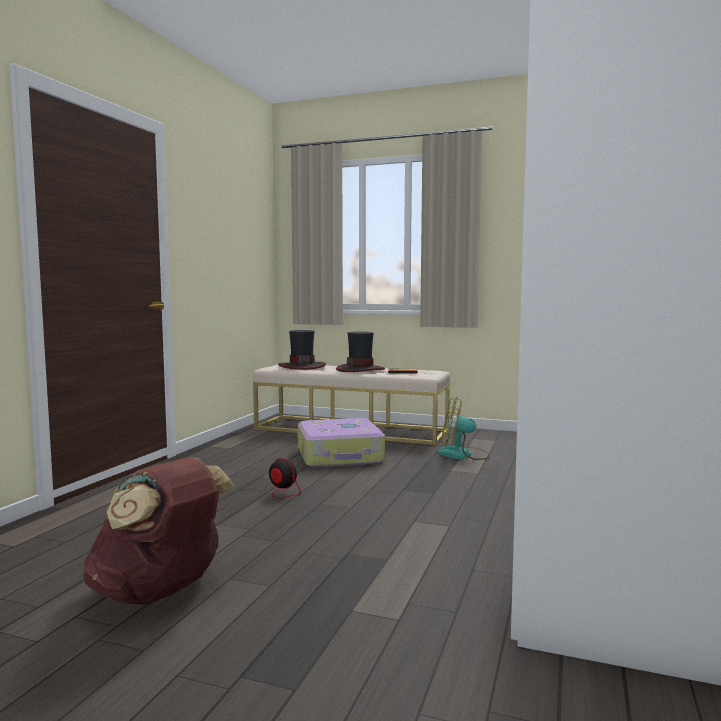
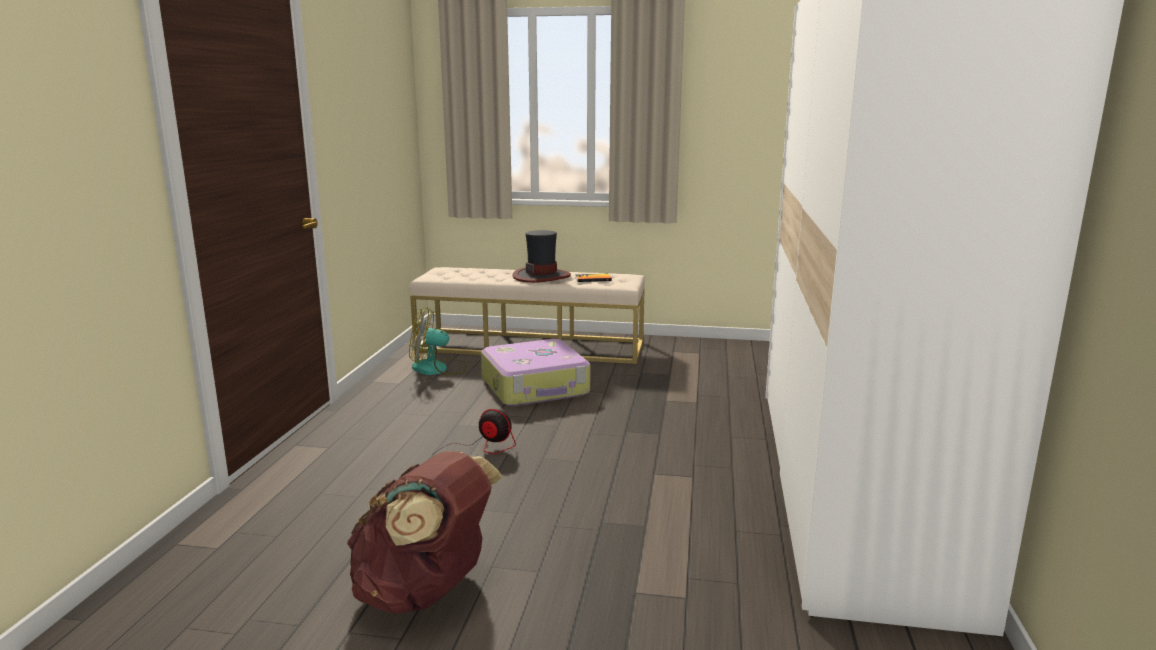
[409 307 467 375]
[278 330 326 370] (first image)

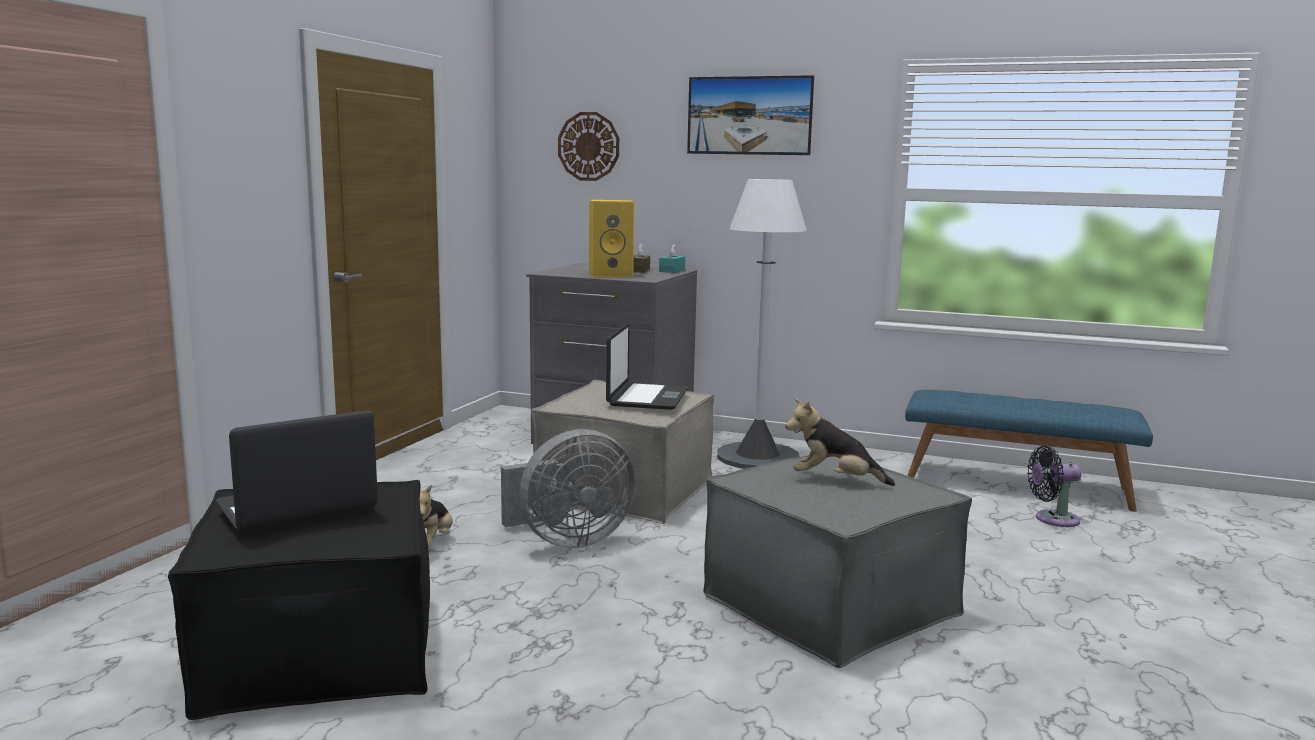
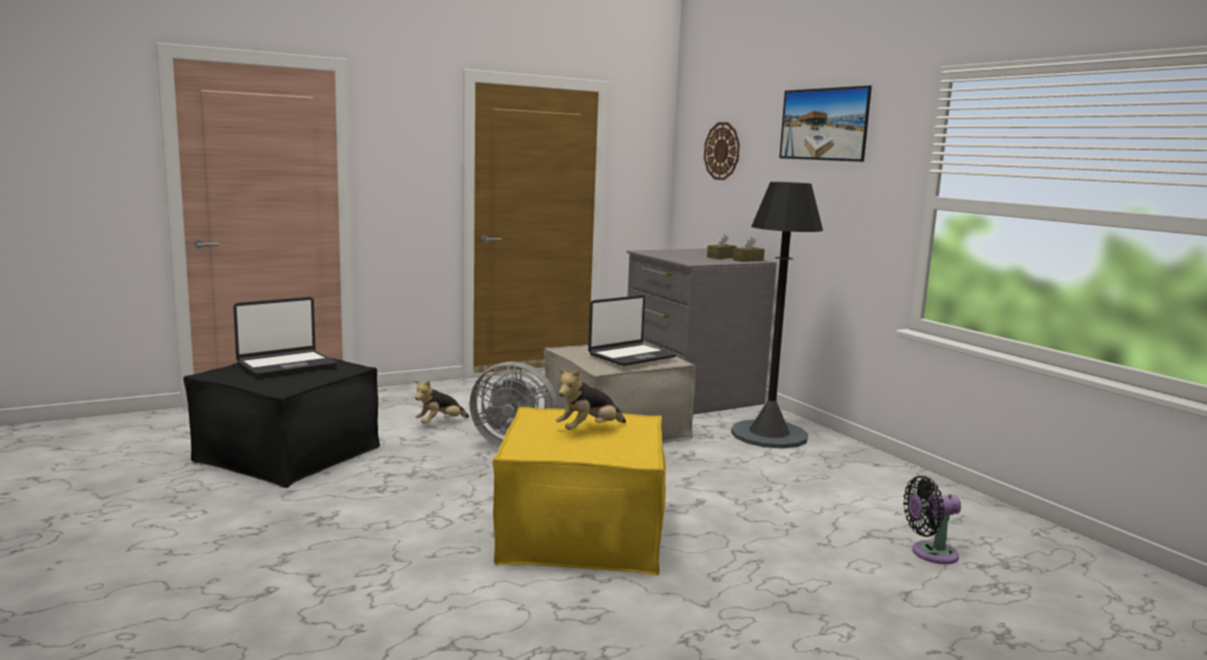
[233 297 337 376]
[493 407 666 575]
[556 369 626 430]
[731 182 823 449]
[733 237 765 262]
[903 476 961 564]
[589 200 634 277] (first image)
[905 390 1153 512] (first image)

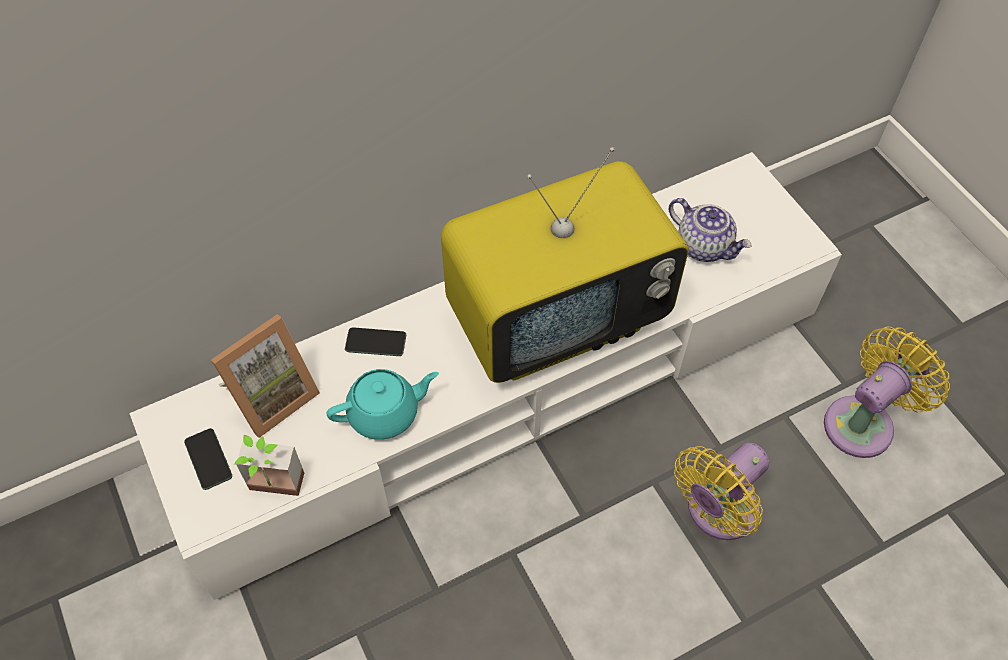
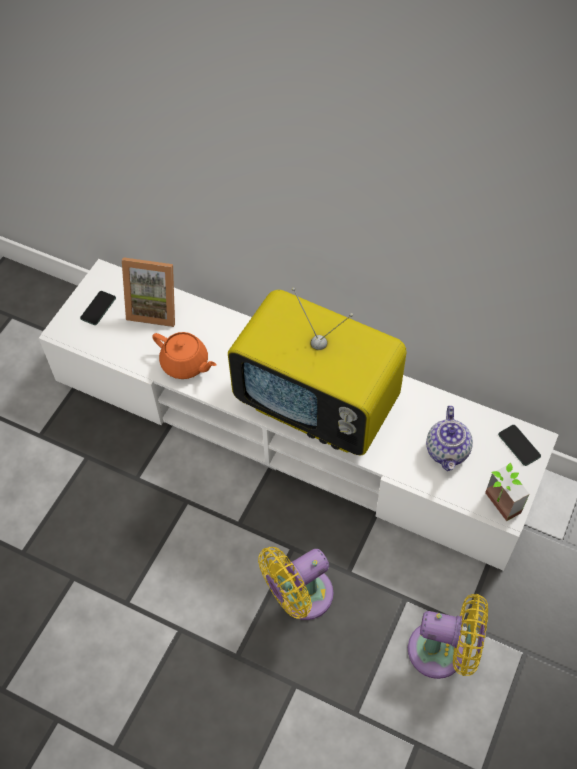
[152 332 217 379]
[258 547 333 620]
[485 463 529 521]
[498 425 541 466]

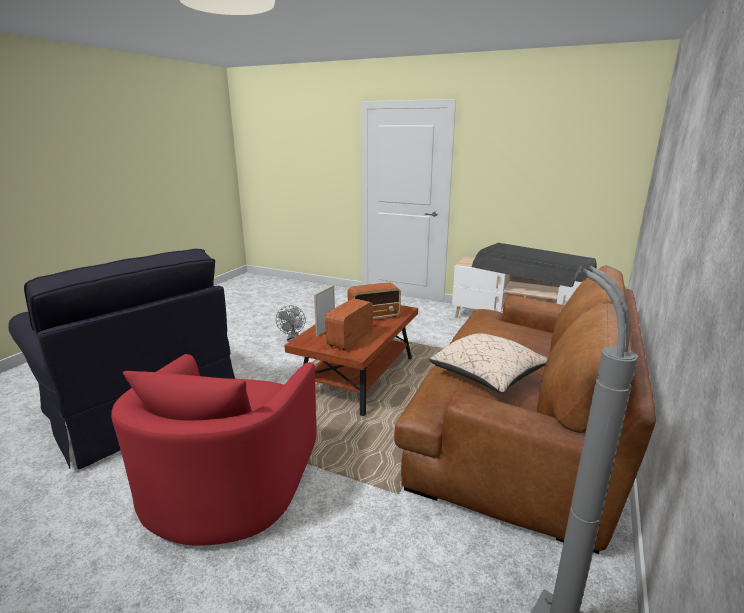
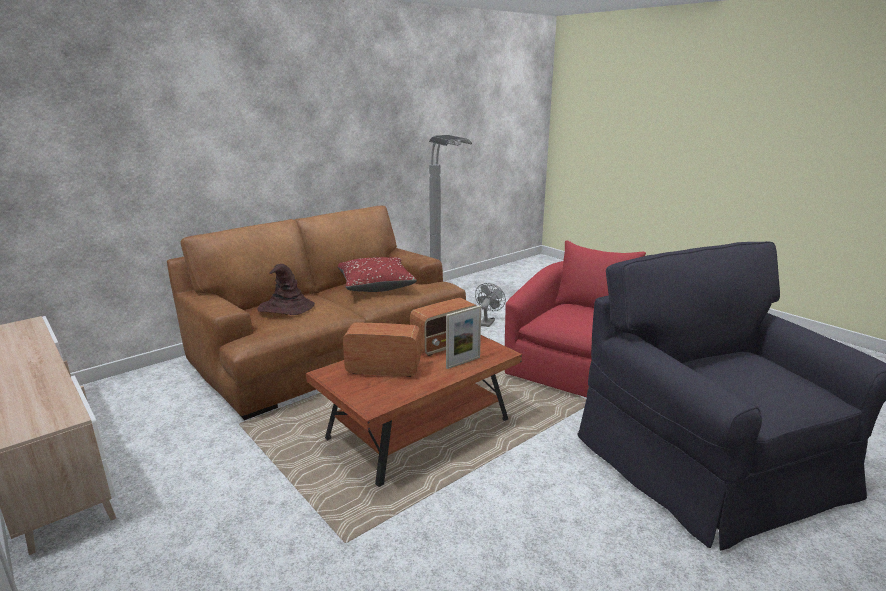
[257 264 315 315]
[338 257 417 292]
[475 283 506 327]

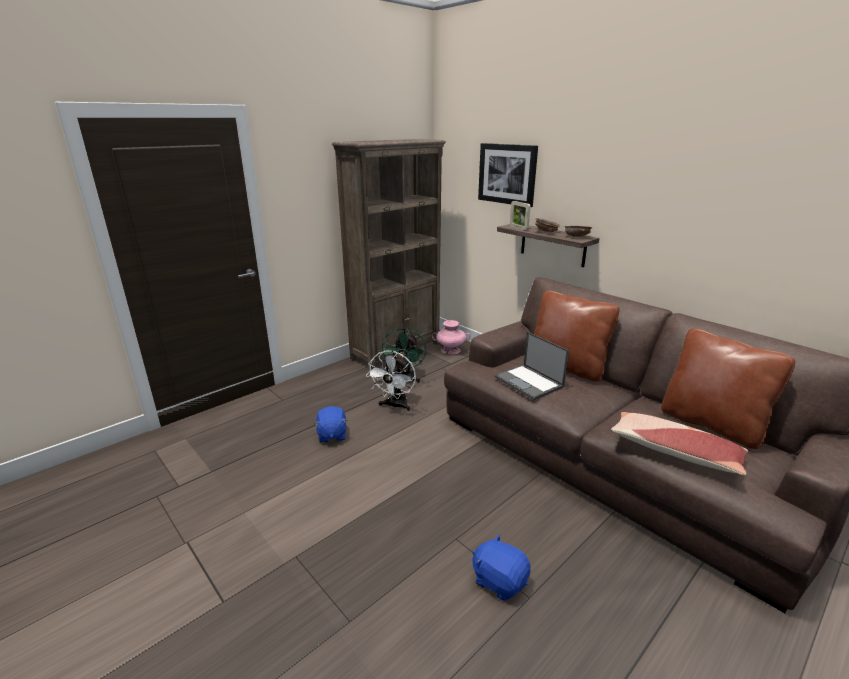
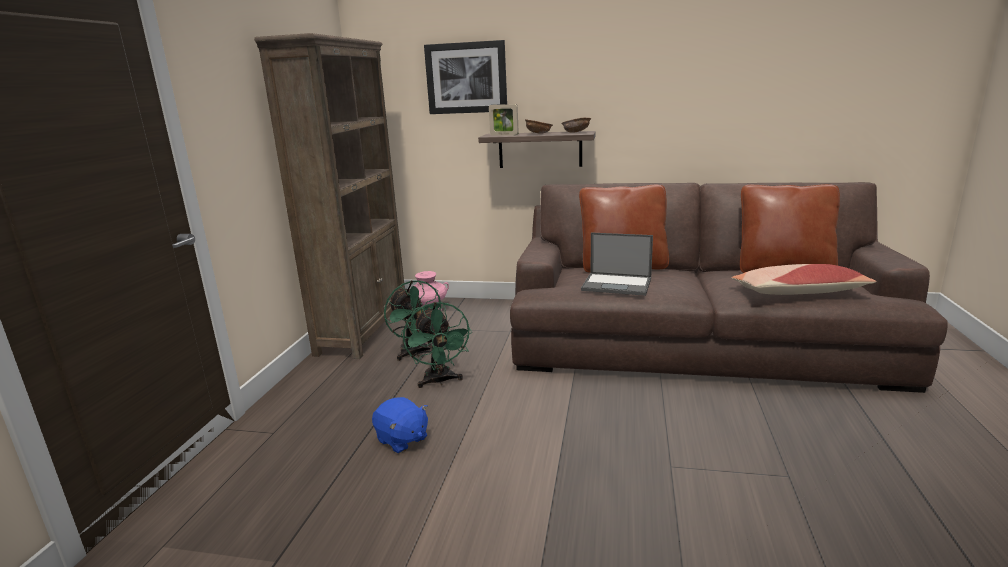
[403 302 472 388]
[472 534 531 601] (first image)

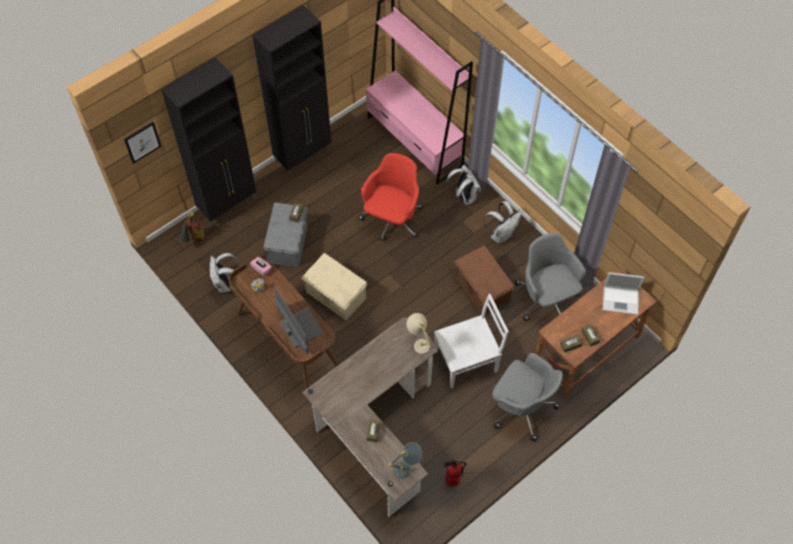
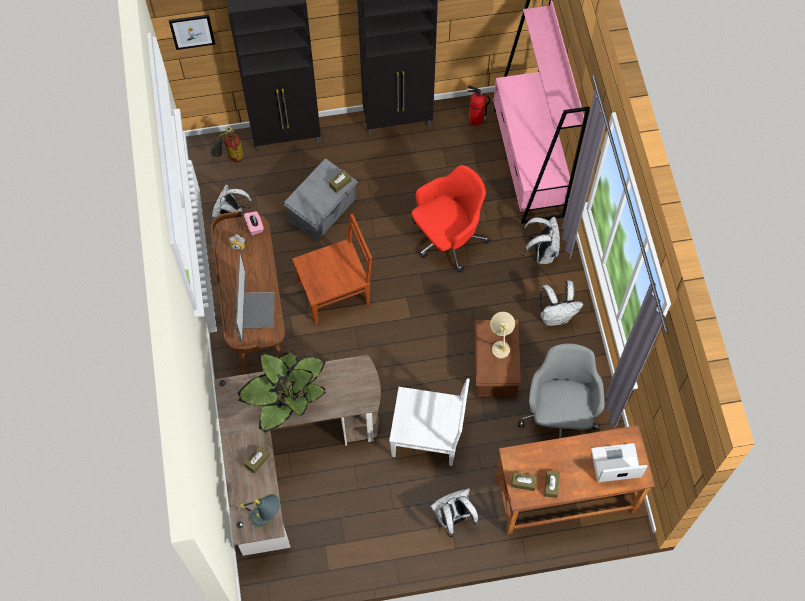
[237 351 326 433]
[292 214 372 324]
[430 488 478 537]
[467 86 490 126]
[490 312 515 359]
[591 443 647 482]

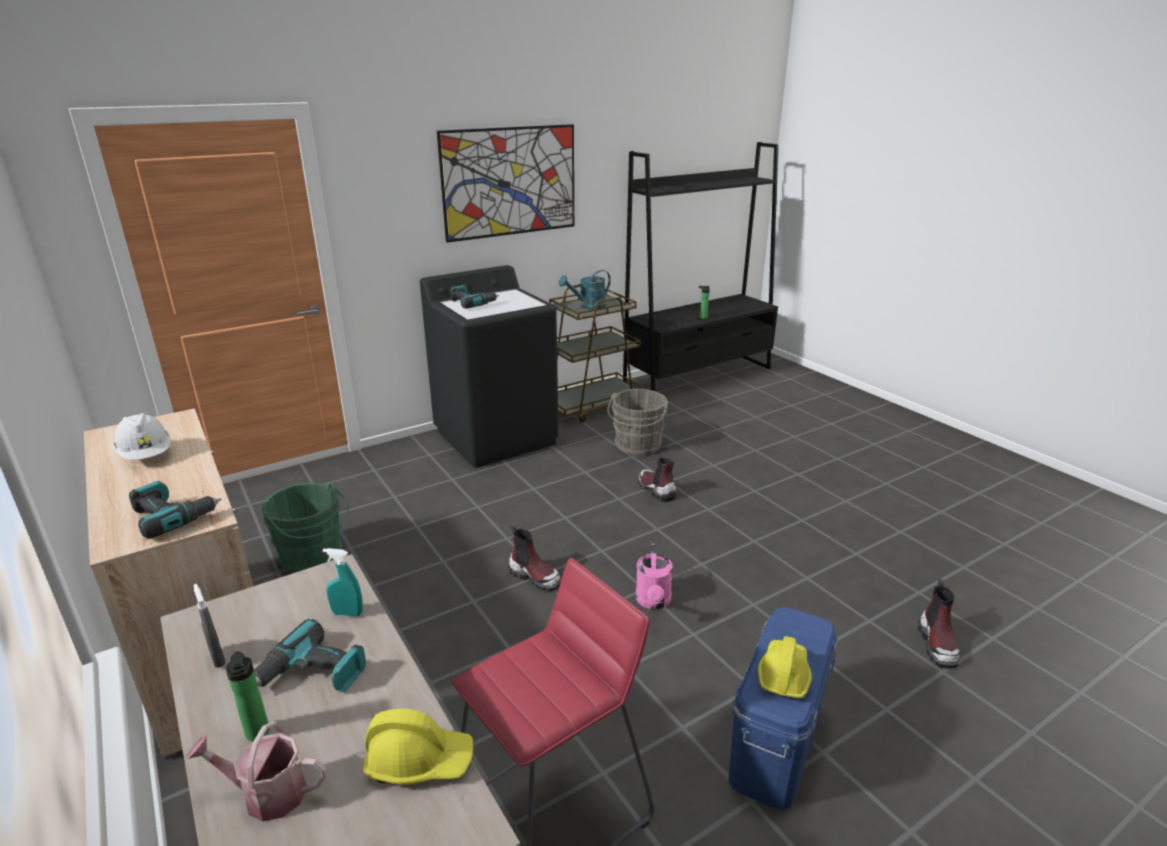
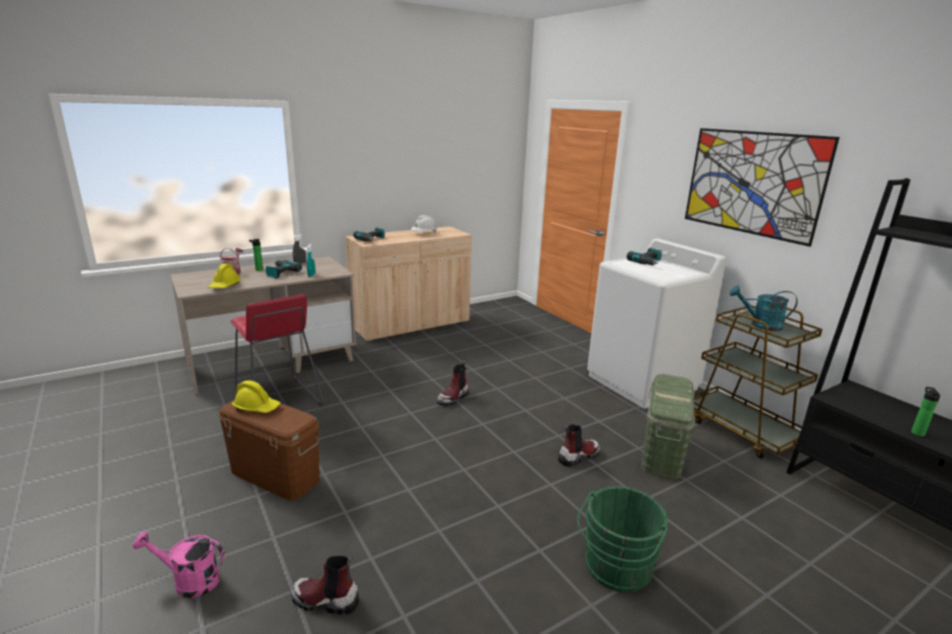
[133 531 225 598]
[219 400 320 500]
[577 486 668 593]
[587 238 726 408]
[641 374 695 479]
[730 285 798 331]

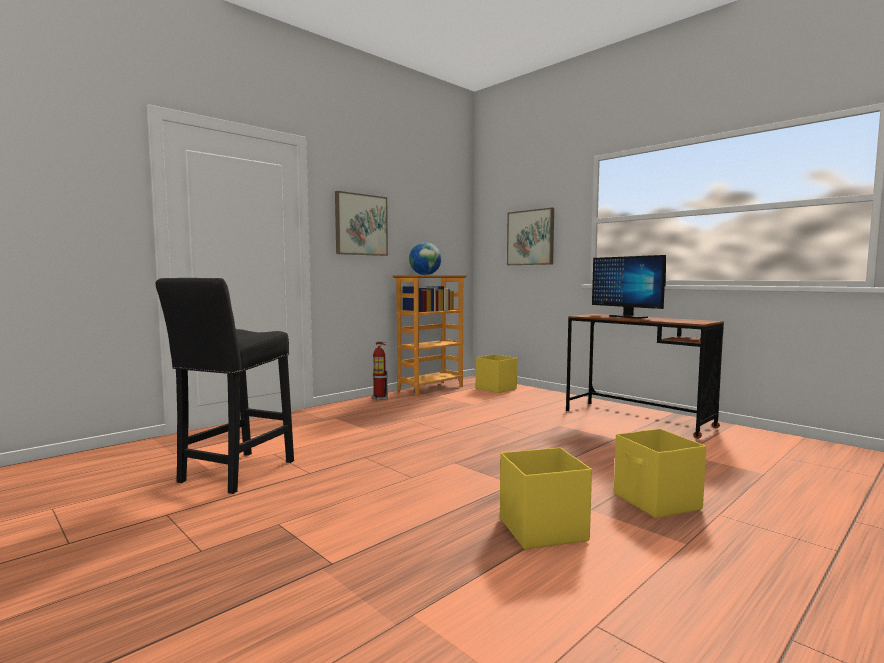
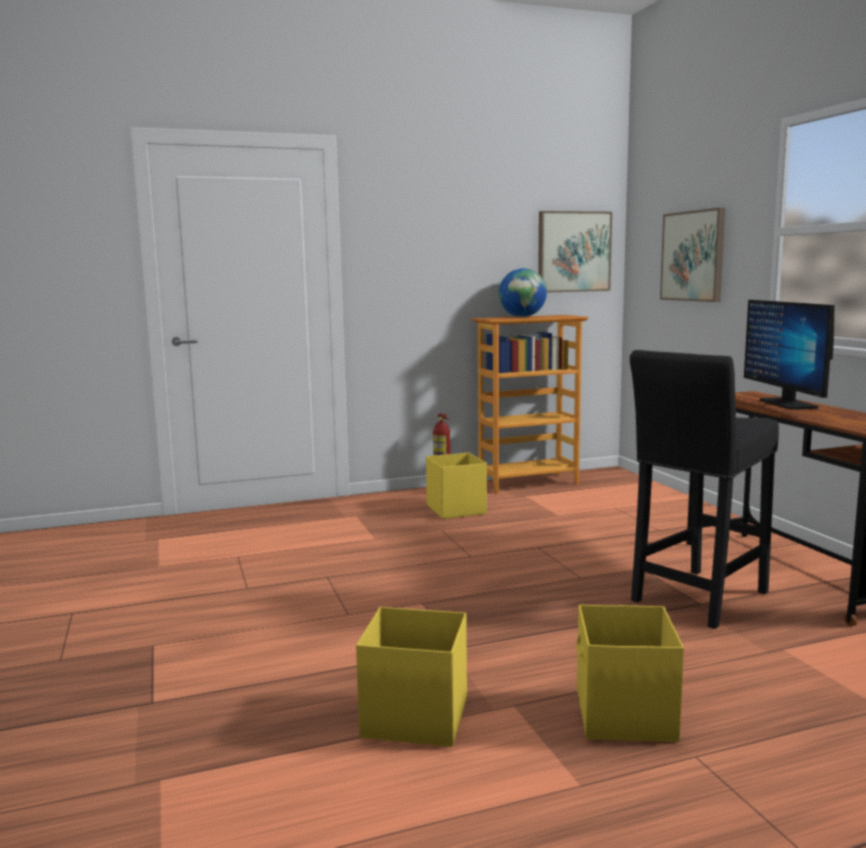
[426 452 487 519]
[538 211 612 292]
[630 350 779 629]

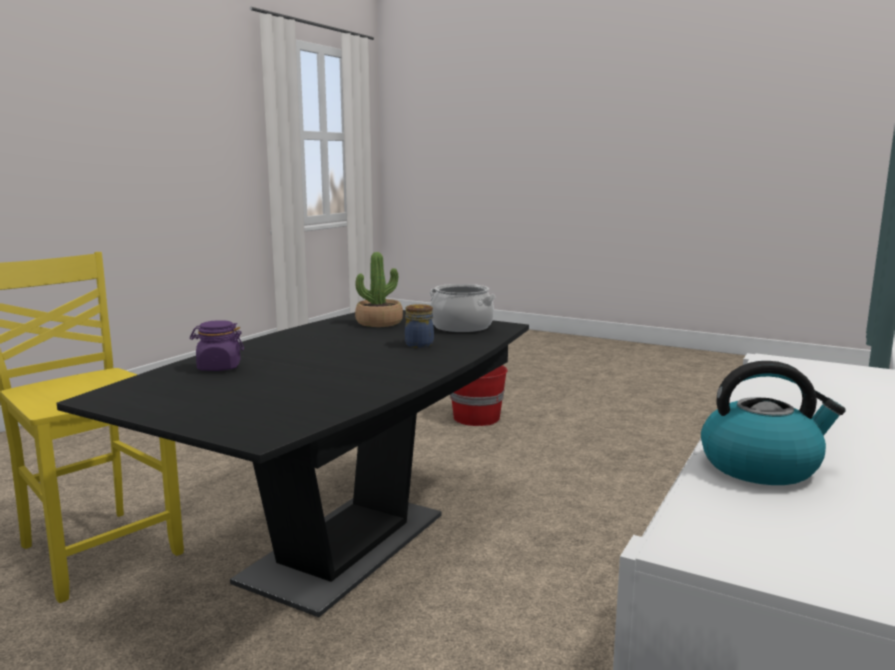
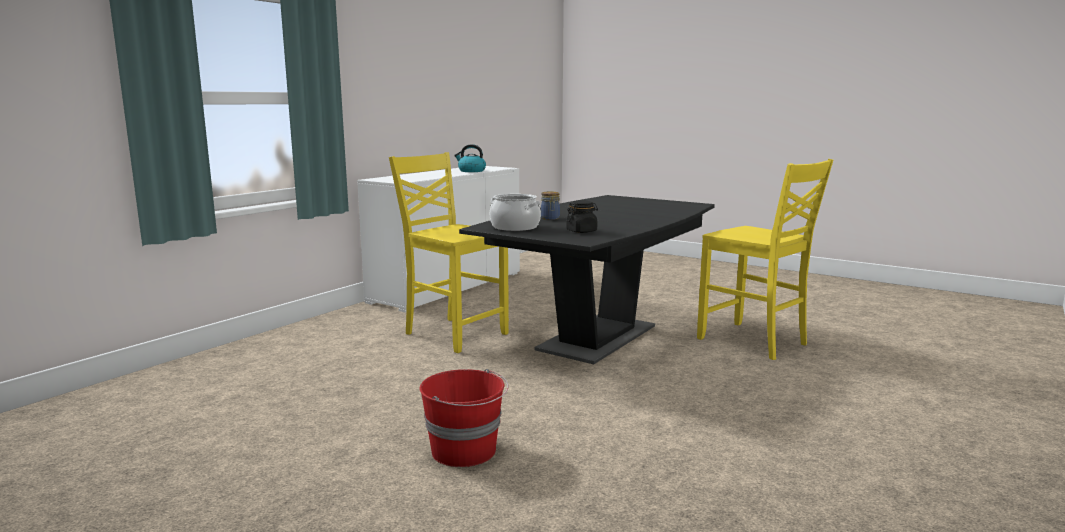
[389 152 509 353]
[566 200 598 233]
[190 320 244 371] (first image)

